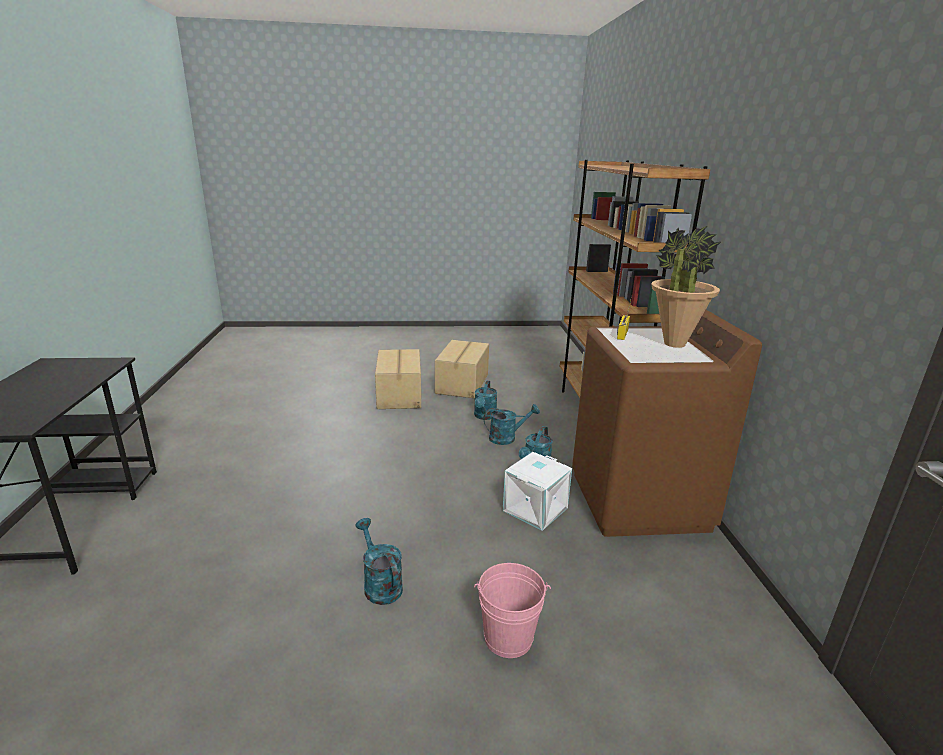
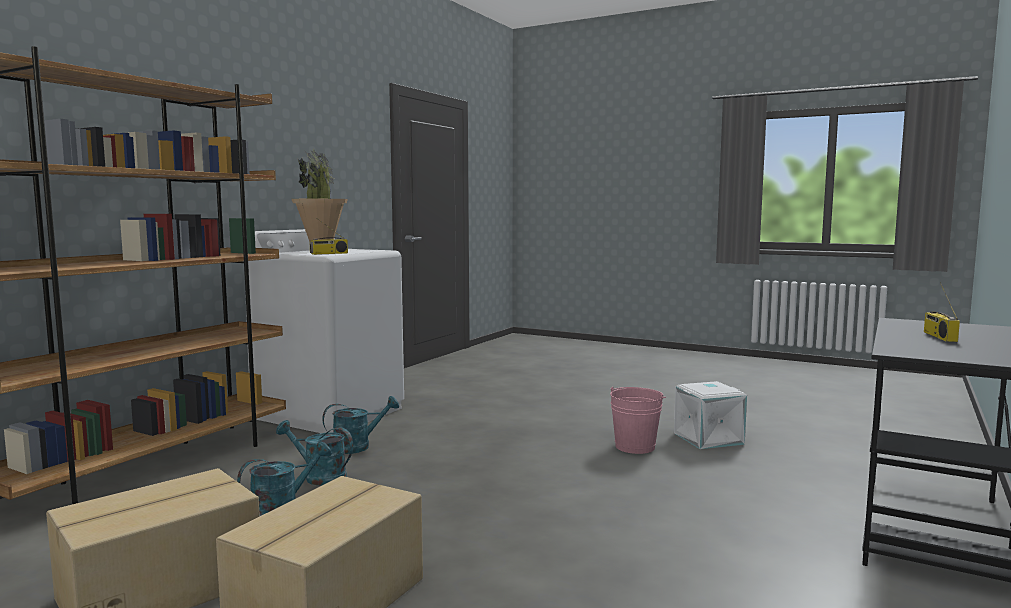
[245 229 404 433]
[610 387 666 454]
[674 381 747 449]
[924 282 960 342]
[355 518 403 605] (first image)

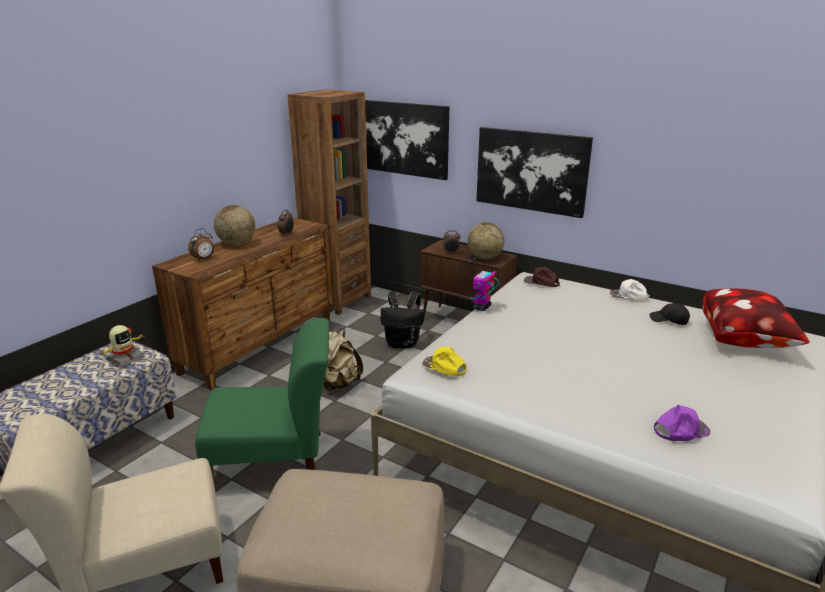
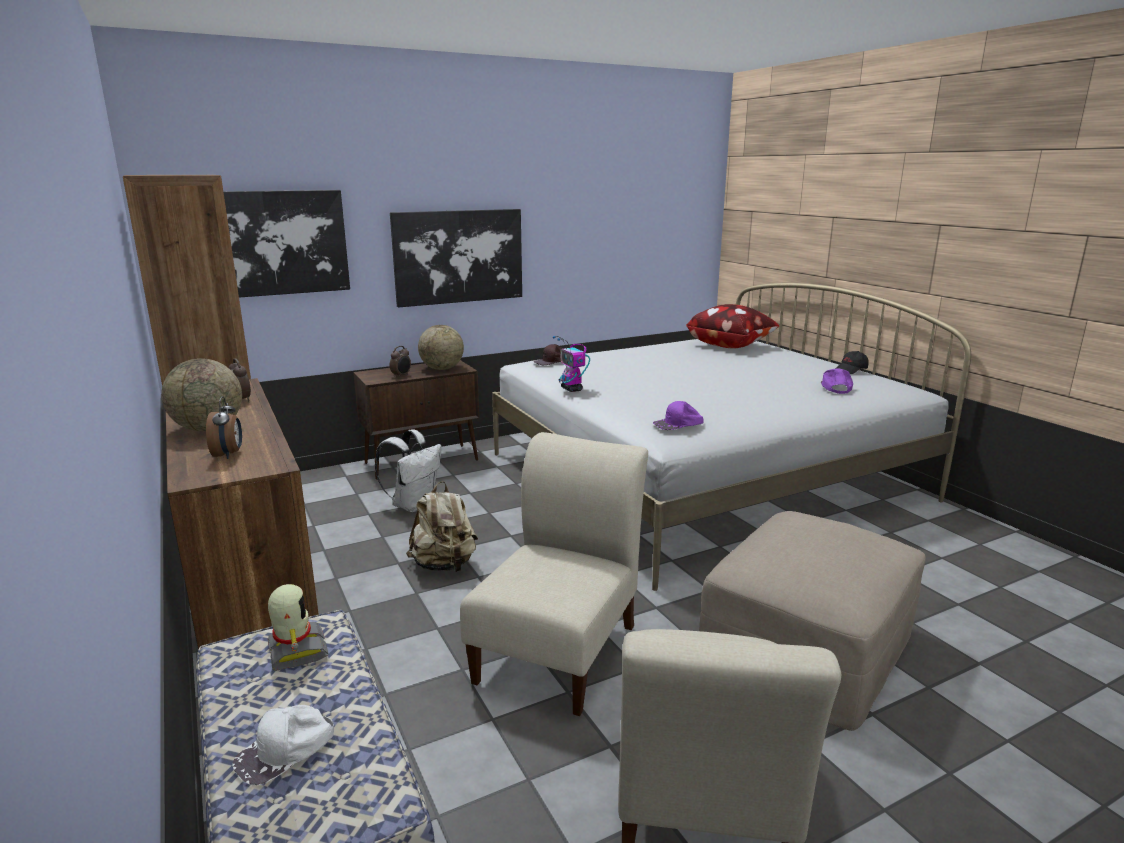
[233 705 334 785]
[375 429 441 512]
[460 432 648 716]
[653 401 704 430]
[835 351 868 374]

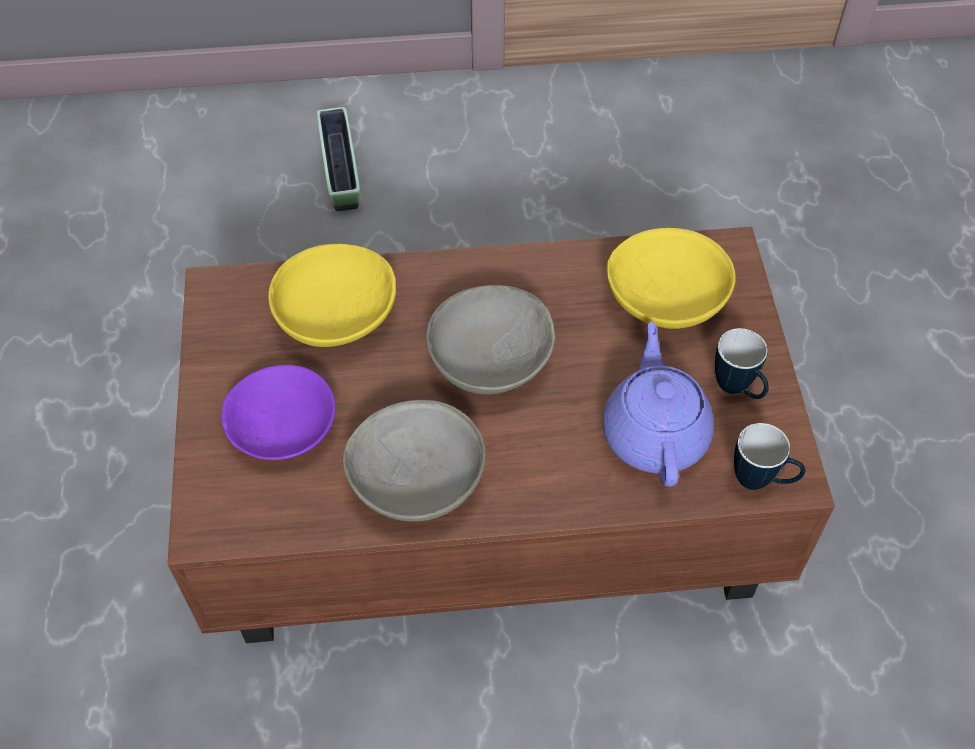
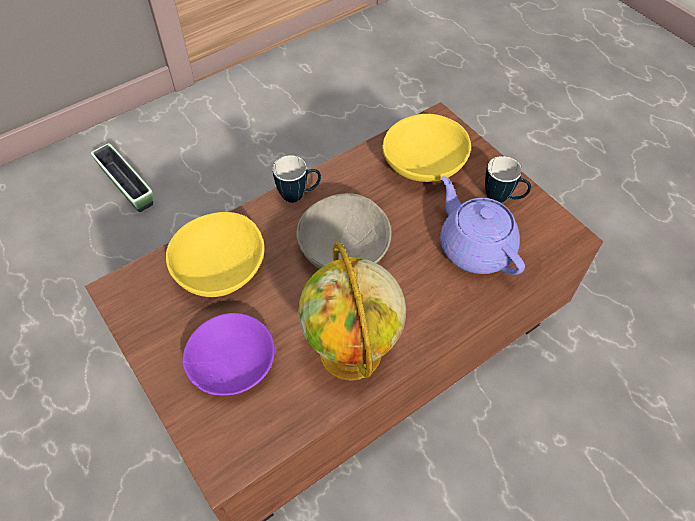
[273 155 321 203]
[298 243 406 381]

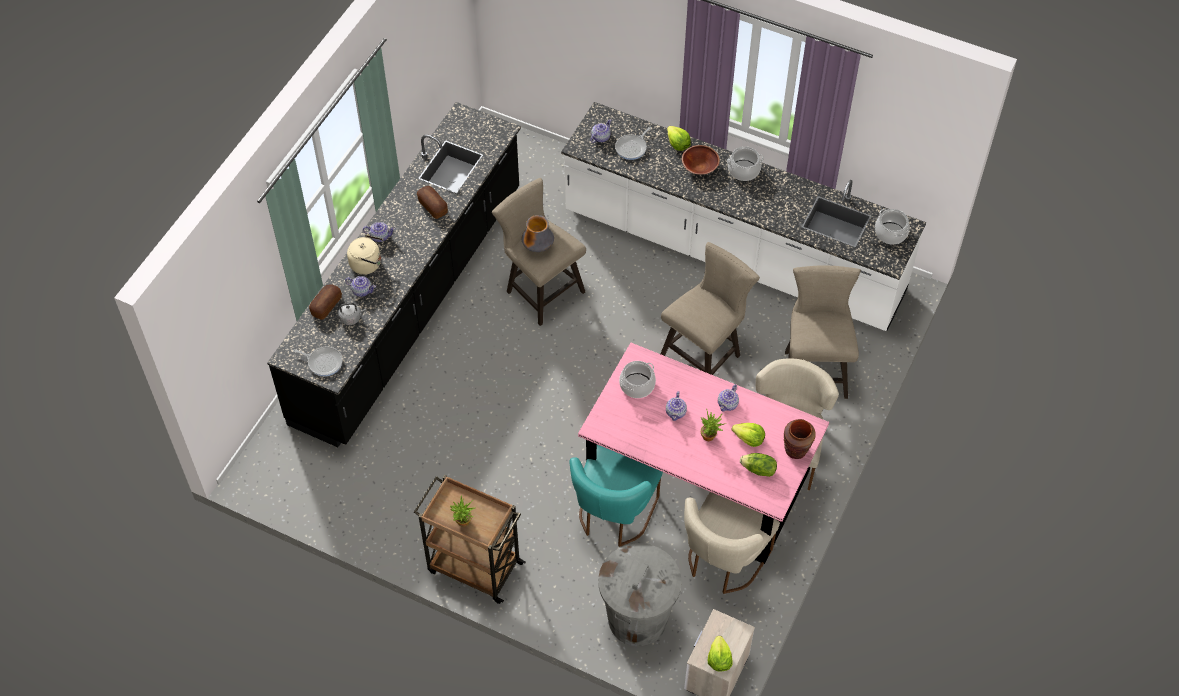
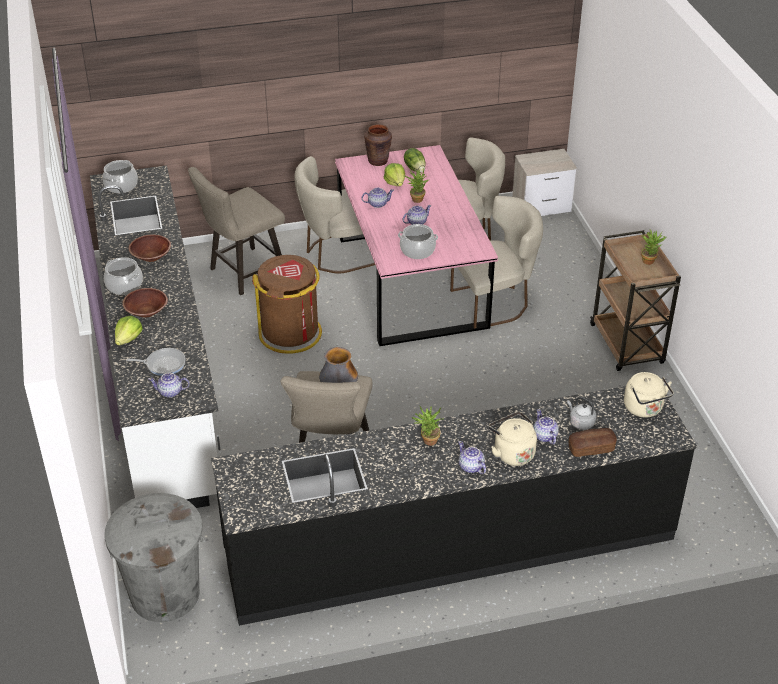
[104 493 203 622]
[129 234 171 262]
[252 255 322 354]
[412 407 443 446]
[450 196 543 328]
[624 372 674 418]
[417 186 448 219] (first image)
[708 636 733 671] (first image)

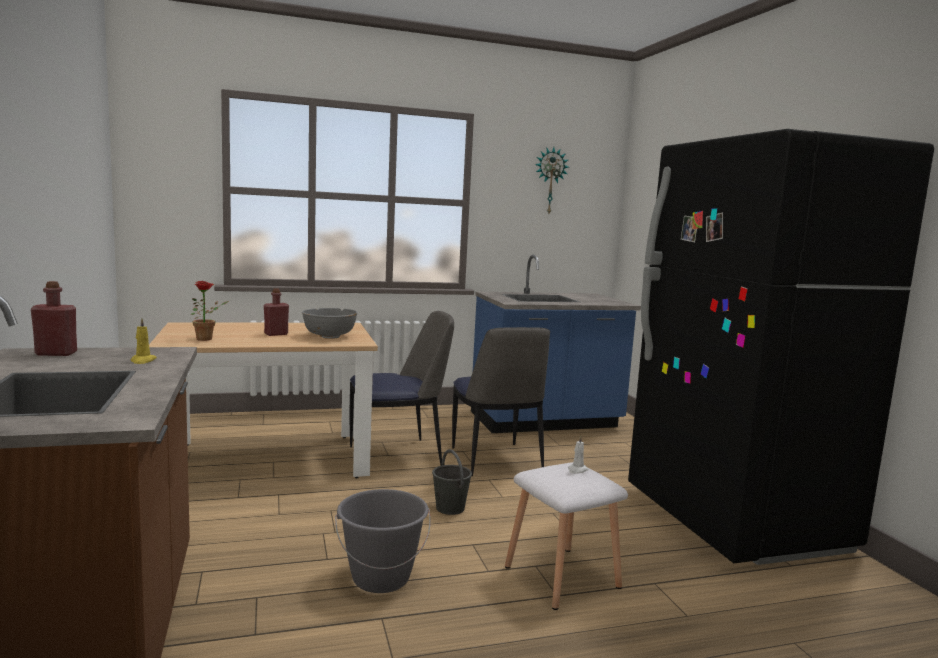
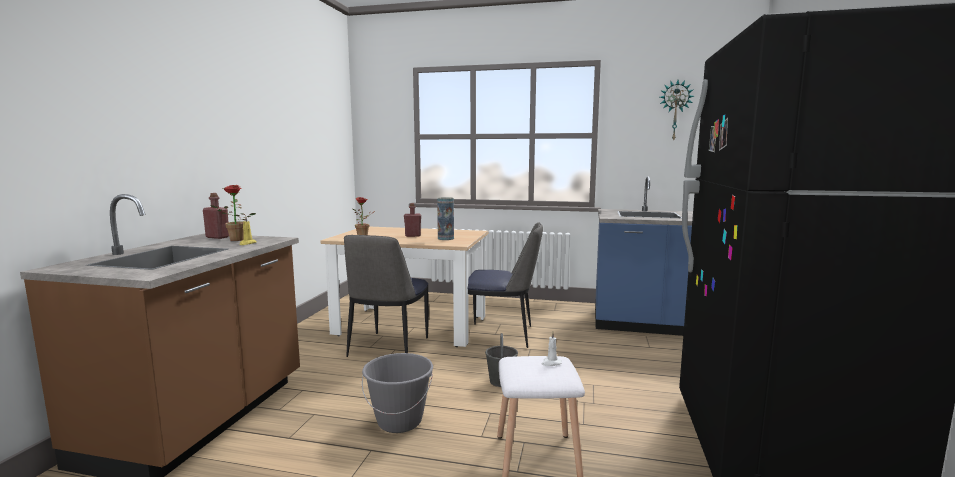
[210 185 256 241]
[344 235 429 357]
[437 197 454 240]

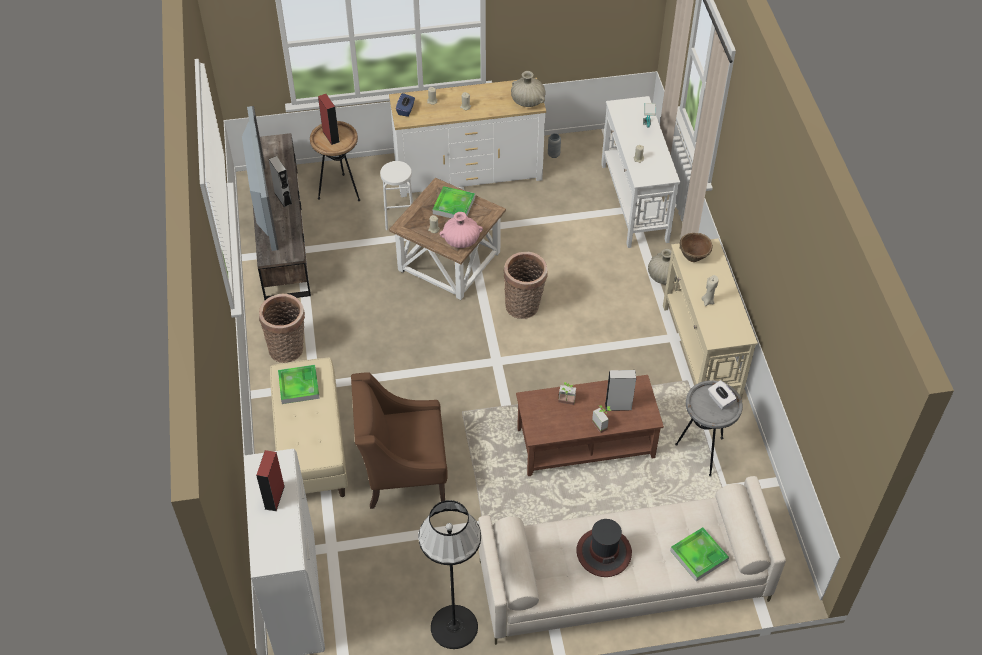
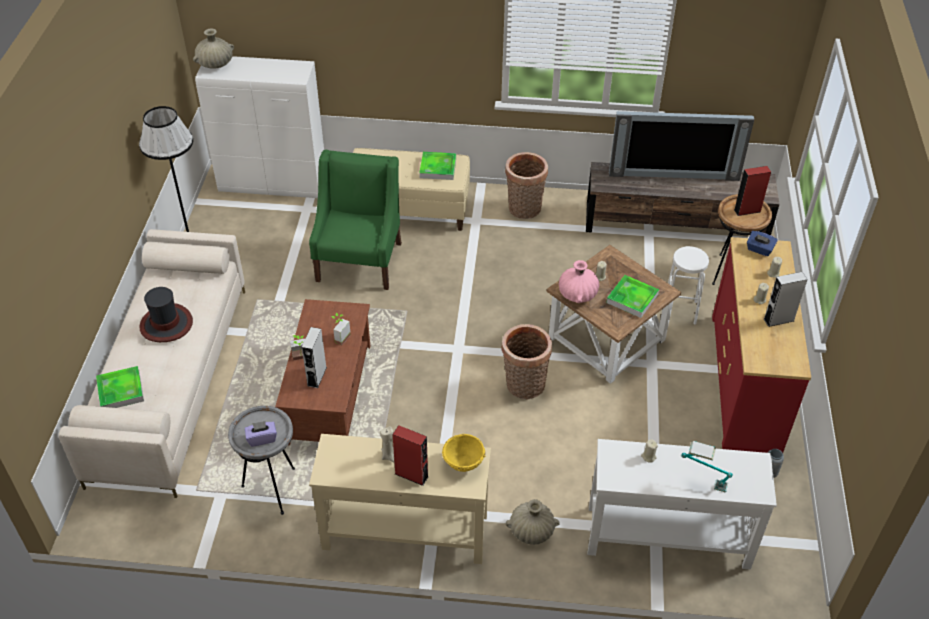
[193 29 234 69]
[245 421 277 447]
[309 150 402 290]
[393 425 429 486]
[442 434 486 472]
[712 237 811 453]
[764 272 808 327]

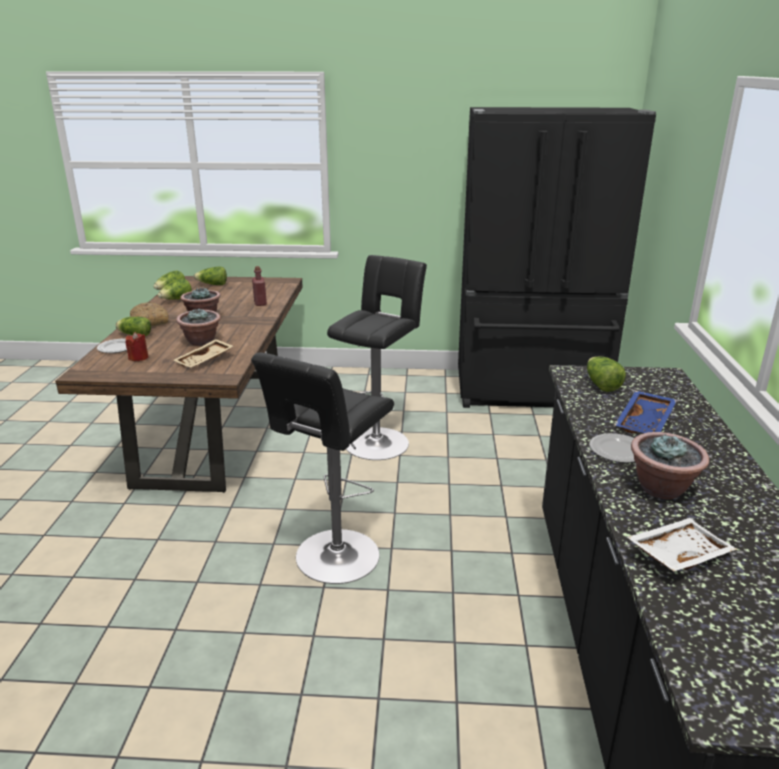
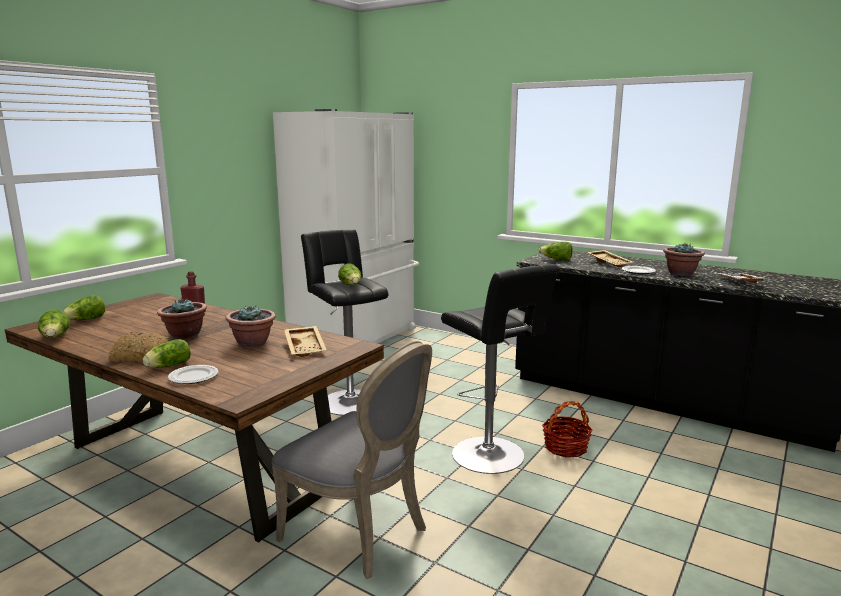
[271 341 432 579]
[273 109 419 343]
[338 263 362 285]
[542 401 593 457]
[587 250 633 267]
[126 332 149 361] (first image)

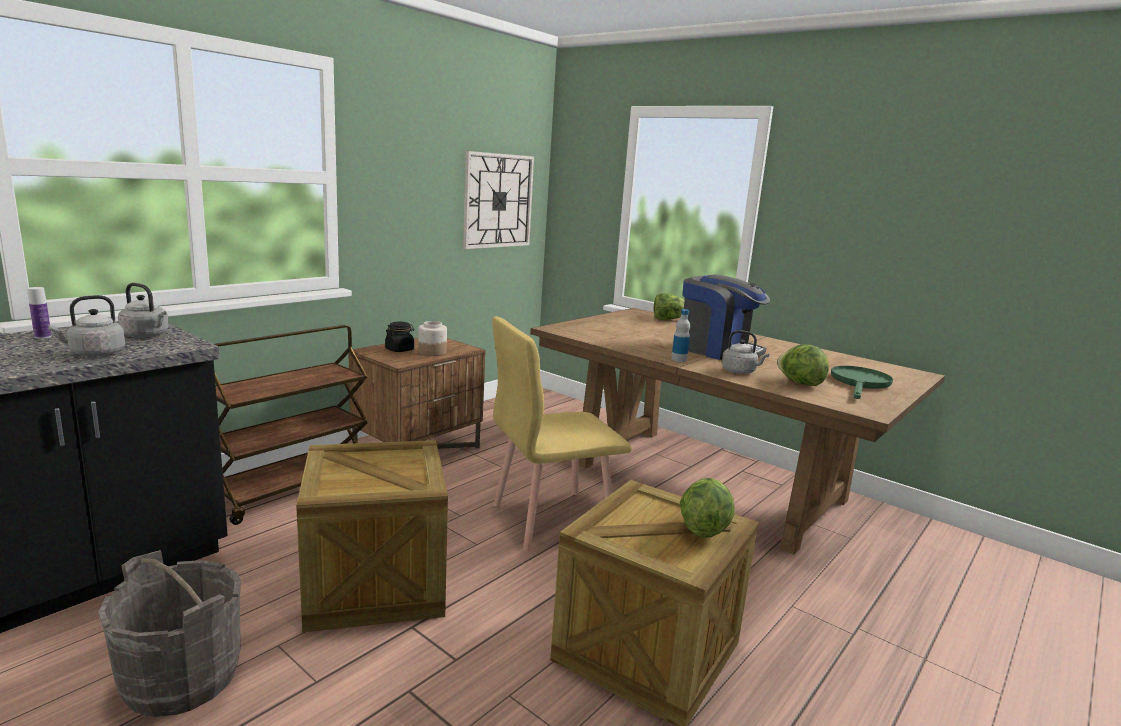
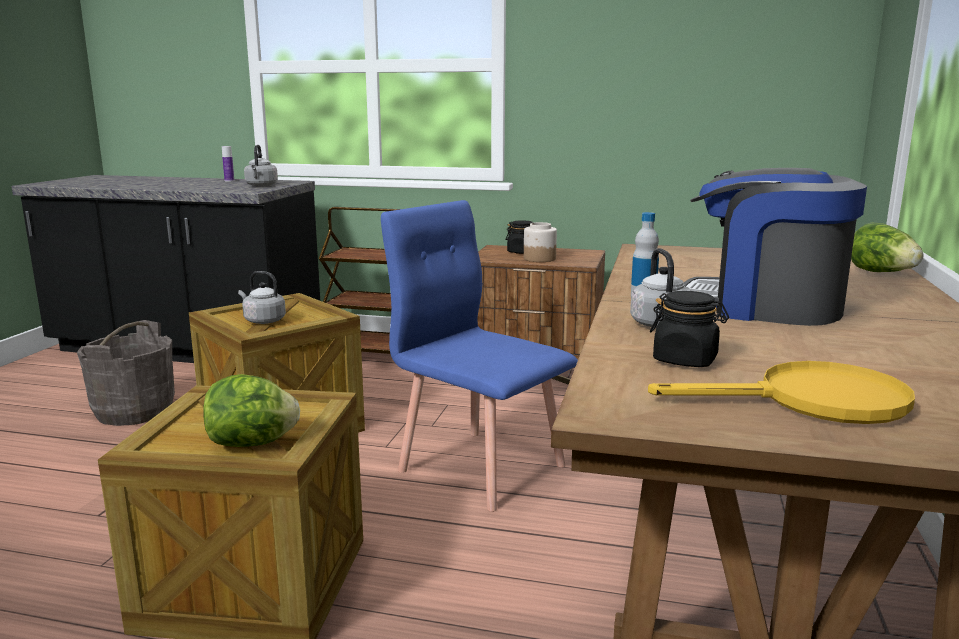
[238 271 286 324]
[381 200 578 512]
[648 361 915 424]
[650 291 729 367]
[684 168 867 326]
[463 151 534 249] (first image)

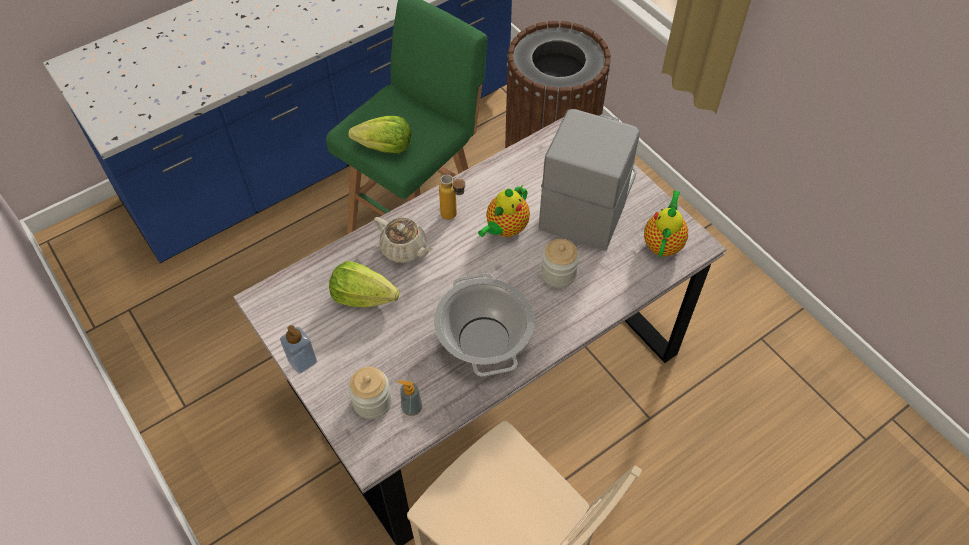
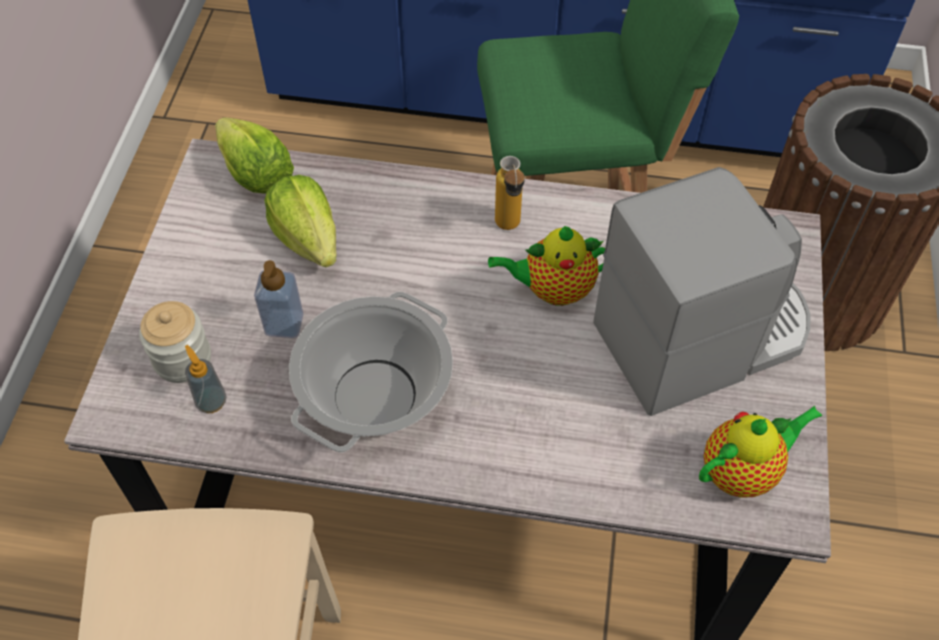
[215 117 294 194]
[254 260 303 338]
[374 217 434 263] (first image)
[541 239 579 288] (first image)

